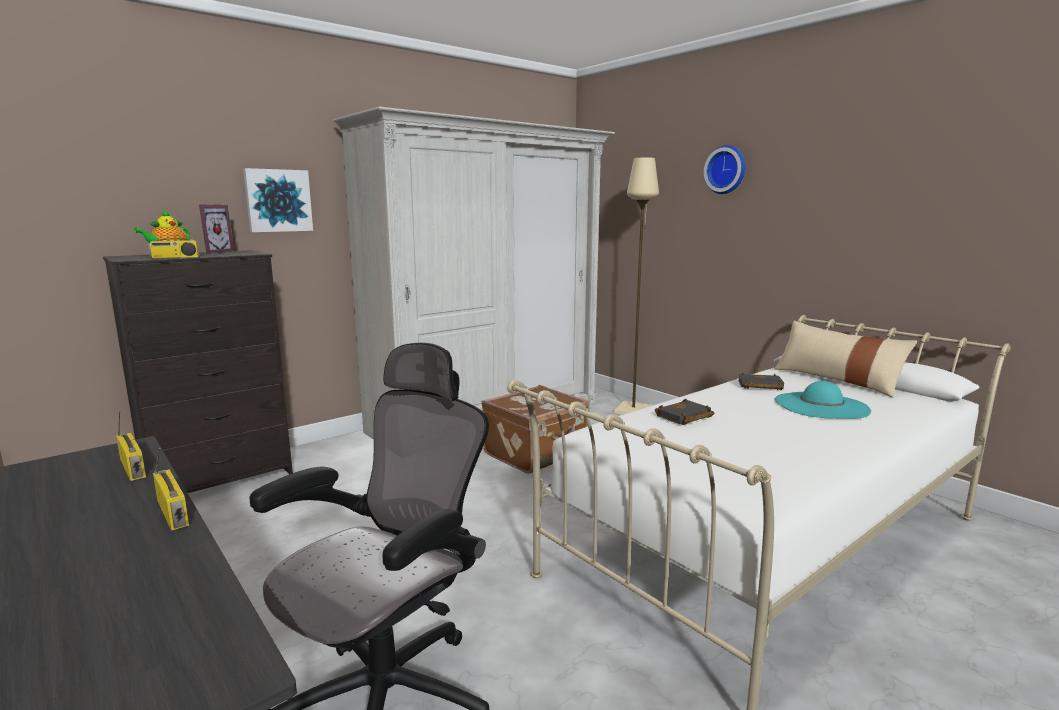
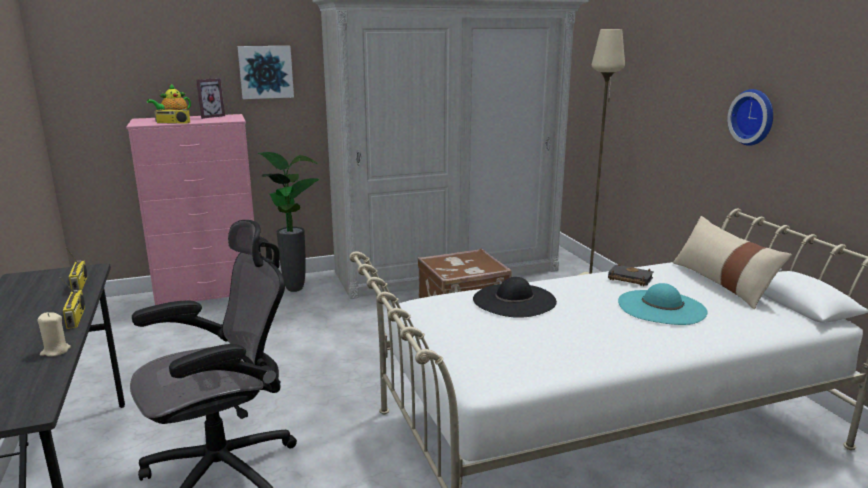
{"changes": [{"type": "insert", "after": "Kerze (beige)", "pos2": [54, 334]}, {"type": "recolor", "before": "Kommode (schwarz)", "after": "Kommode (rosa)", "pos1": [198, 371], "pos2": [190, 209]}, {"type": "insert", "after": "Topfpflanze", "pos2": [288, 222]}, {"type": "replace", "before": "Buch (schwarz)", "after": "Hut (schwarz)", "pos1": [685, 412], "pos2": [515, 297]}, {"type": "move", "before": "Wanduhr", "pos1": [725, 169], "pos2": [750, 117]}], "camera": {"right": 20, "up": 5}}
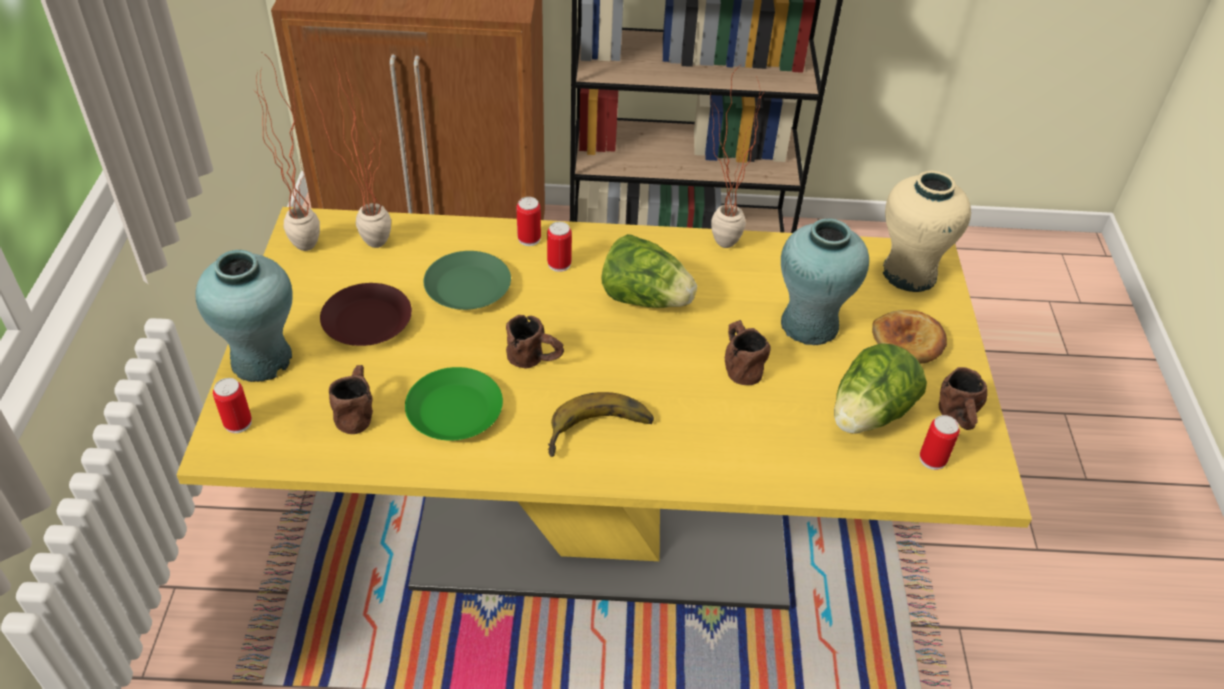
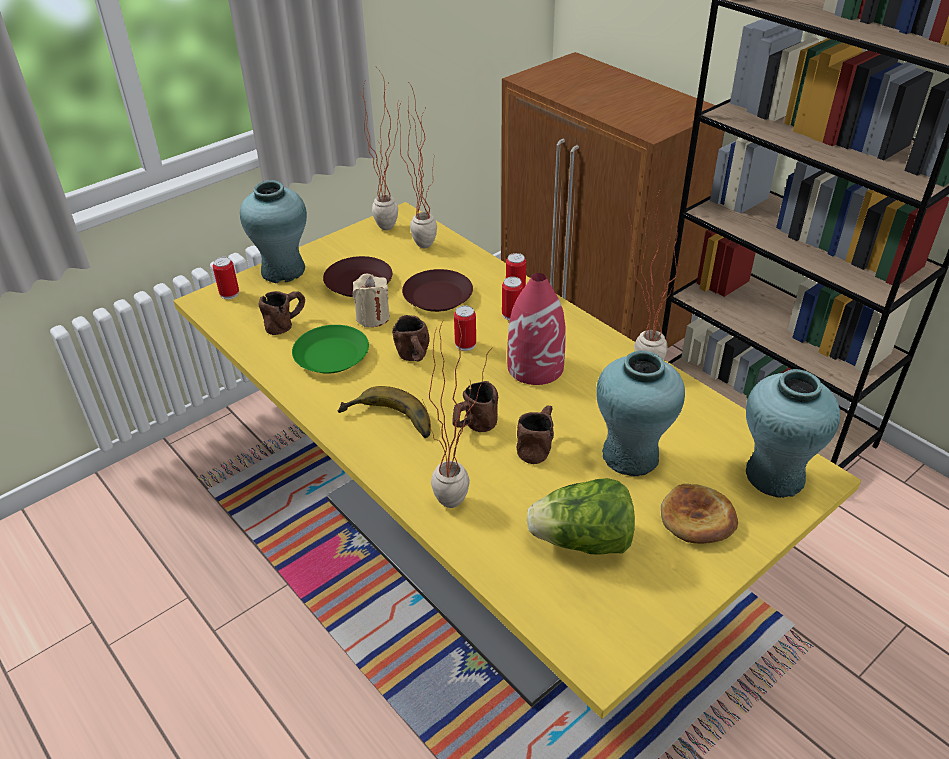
{"changes": [{"type": "insert", "after": "Kerze (beige)", "pos2": [371, 300]}, {"type": "recolor", "before": "Teller (grün)", "after": "Teller (braun)", "pos1": [467, 280], "pos2": [437, 290]}, {"type": "insert", "after": "Topfpflanze", "pos2": [457, 411]}, {"type": "move", "before": "Henkelbecher (braun)", "pos1": [963, 398], "pos2": [475, 406]}, {"type": "move", "before": "Dose", "pos1": [940, 442], "pos2": [465, 328]}, {"type": "replace", "before": "Salatkopf", "after": "Vase (rot)", "pos1": [649, 271], "pos2": [536, 329]}, {"type": "recolor", "before": "Vase (beige)", "after": "Vase (türkis)", "pos1": [926, 231], "pos2": [793, 433]}], "camera": {"right": 50, "up": -5}}
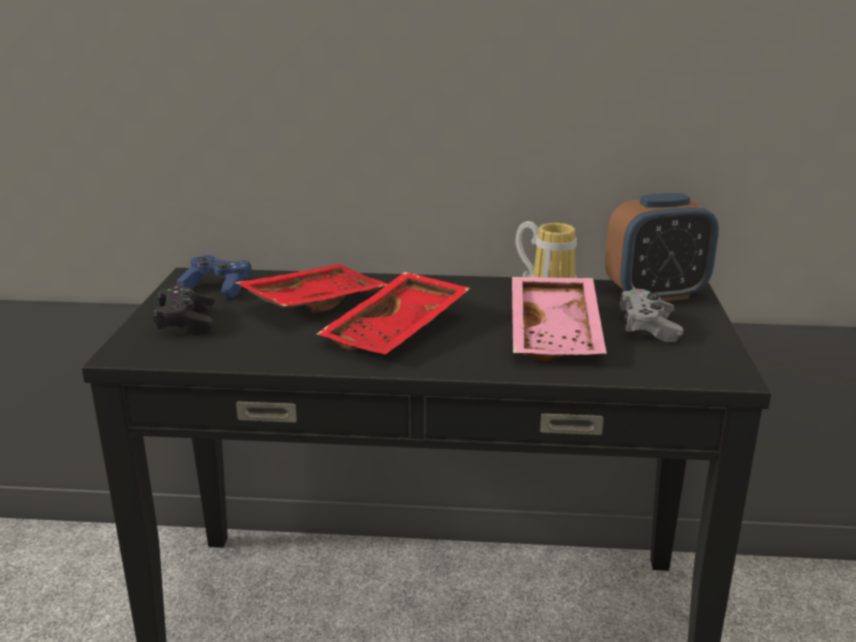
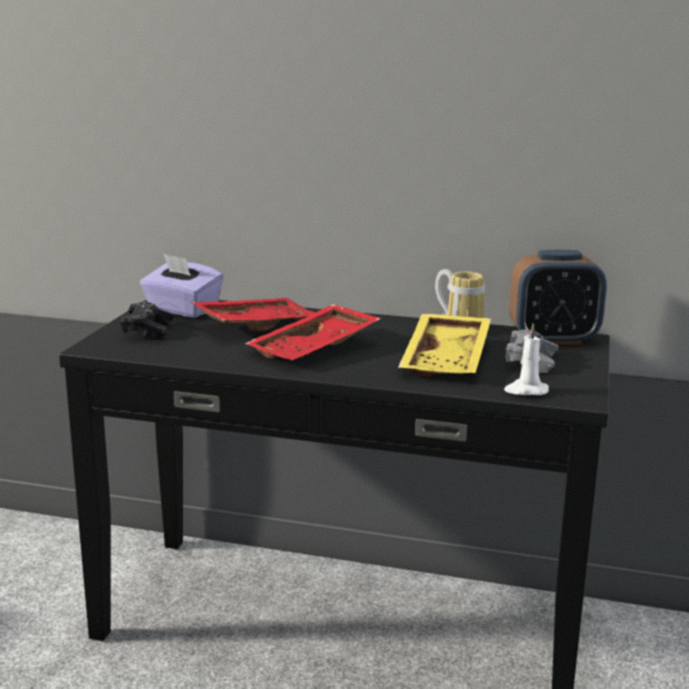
{"changes": [{"type": "replace", "before": "Gamepad (blau)", "after": "Taschentuchbox (lila)", "pos1": [214, 277], "pos2": [181, 285]}, {"type": "recolor", "before": "Tablett (rosa)", "after": "Tablett (gelb)", "pos1": [559, 319], "pos2": [444, 346]}, {"type": "insert", "after": "Kerze (weiß)", "pos2": [526, 359]}], "camera": {"right": 10, "up": -5}}
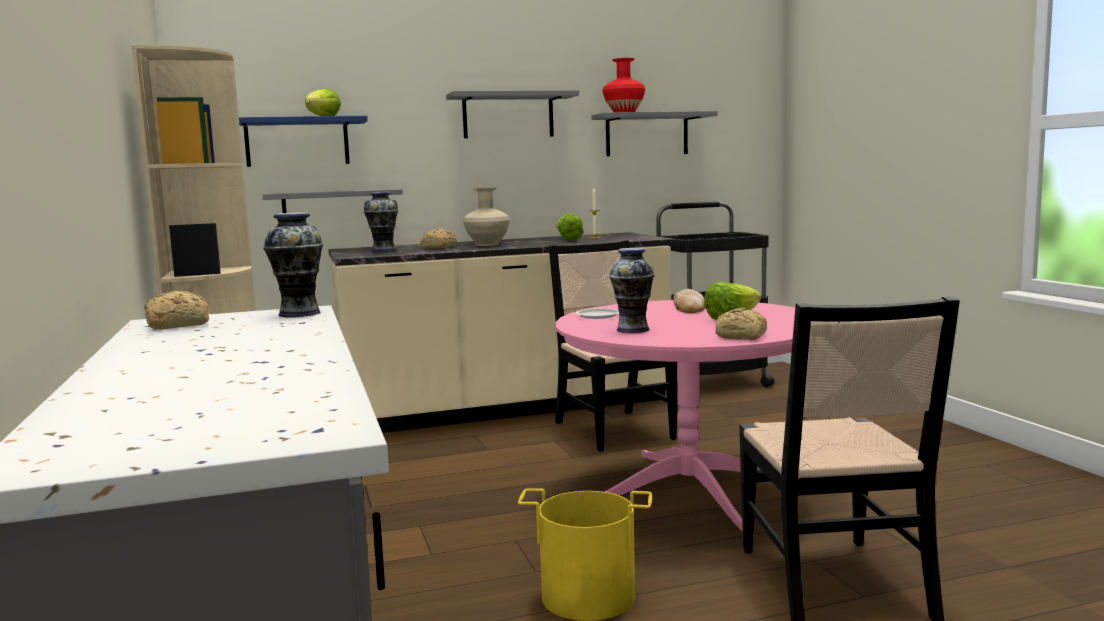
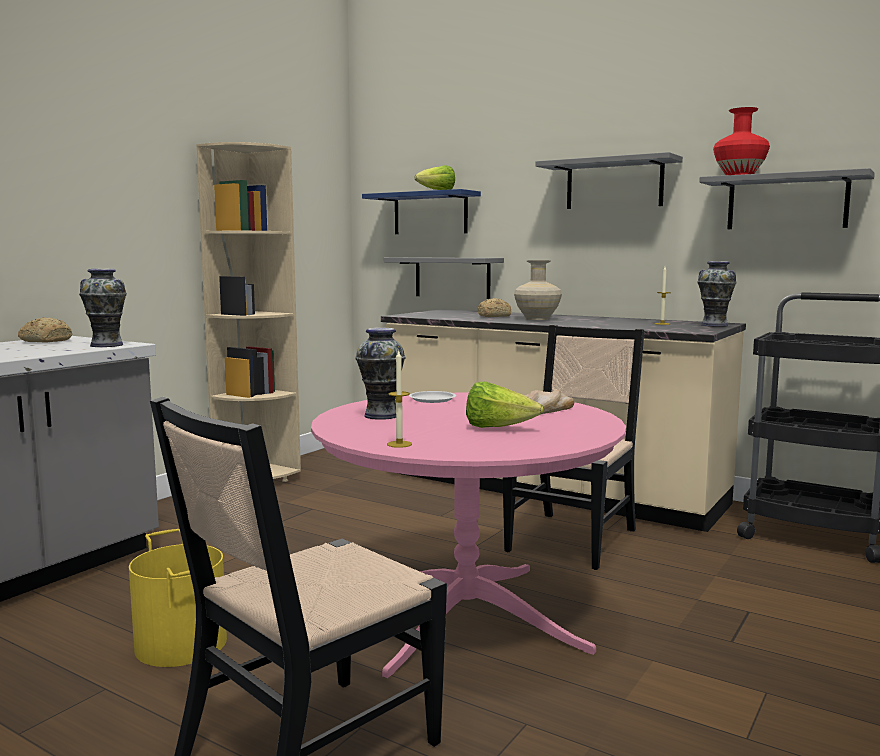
{"changes": [{"type": "replace", "before": "Brot", "after": "Kerze", "pos1": [741, 324], "pos2": [399, 399]}, {"type": "move", "before": "Vase", "pos1": [381, 222], "pos2": [716, 294]}, {"type": "delete", "before": "Salatkopf", "pos1": [569, 227]}], "camera": {"right": 50, "up": 0}}
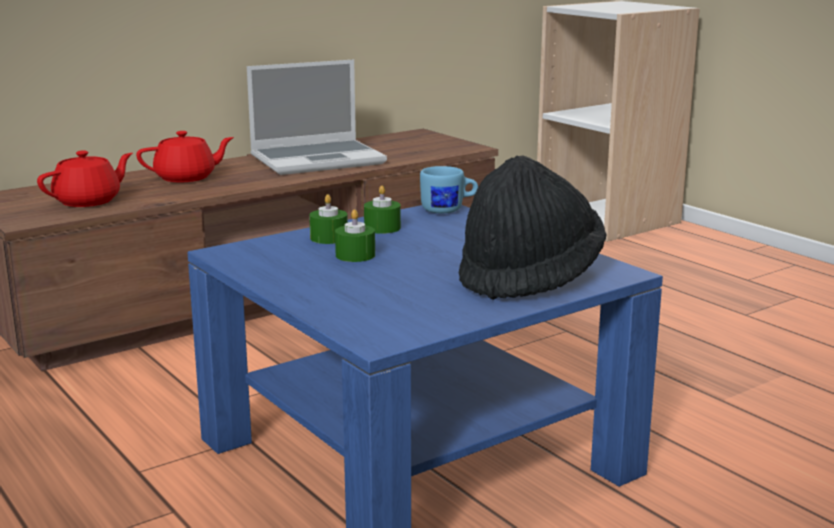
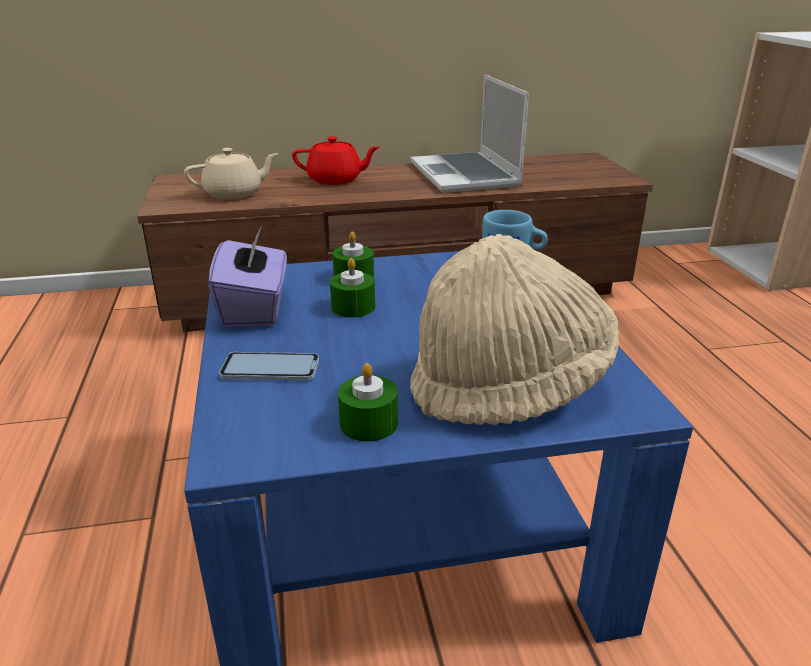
{"changes": [{"type": "recolor", "before": "Teekanne (rot)", "after": "Teekanne (beige)", "pos1": [85, 178], "pos2": [231, 173]}, {"type": "insert", "after": "Taschentuchbox (lila)", "pos2": [247, 276]}, {"type": "insert", "after": "Handy", "pos2": [269, 366]}, {"type": "move", "before": "Kerze (grün)", "pos1": [382, 209], "pos2": [368, 402]}, {"type": "recolor", "before": "Hut (schwarz)", "after": "Hut (beige)", "pos1": [532, 227], "pos2": [514, 329]}, {"type": "rotate", "before": "Laptop", "pos1": [317, 117], "pos2": [470, 133], "turn": 75}], "camera": {"right": 25, "up": 10}}
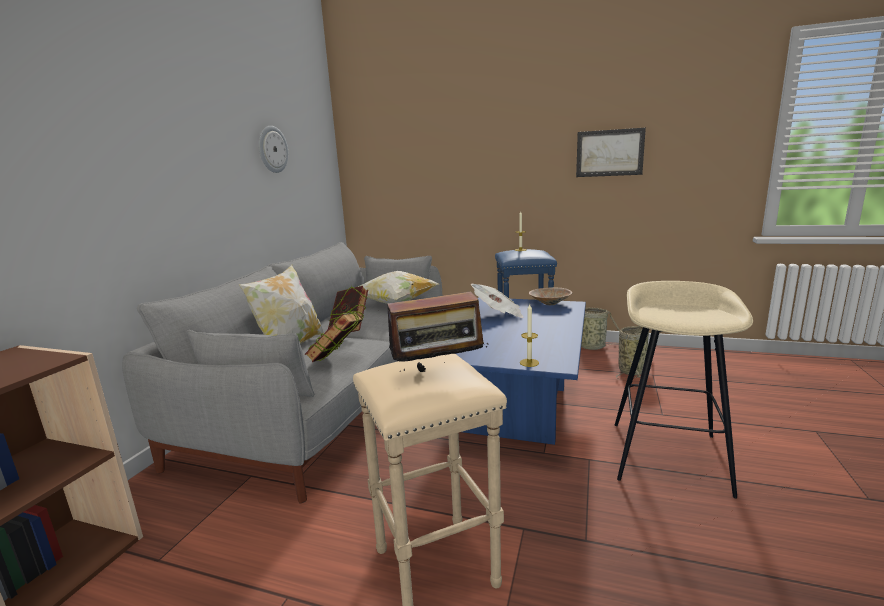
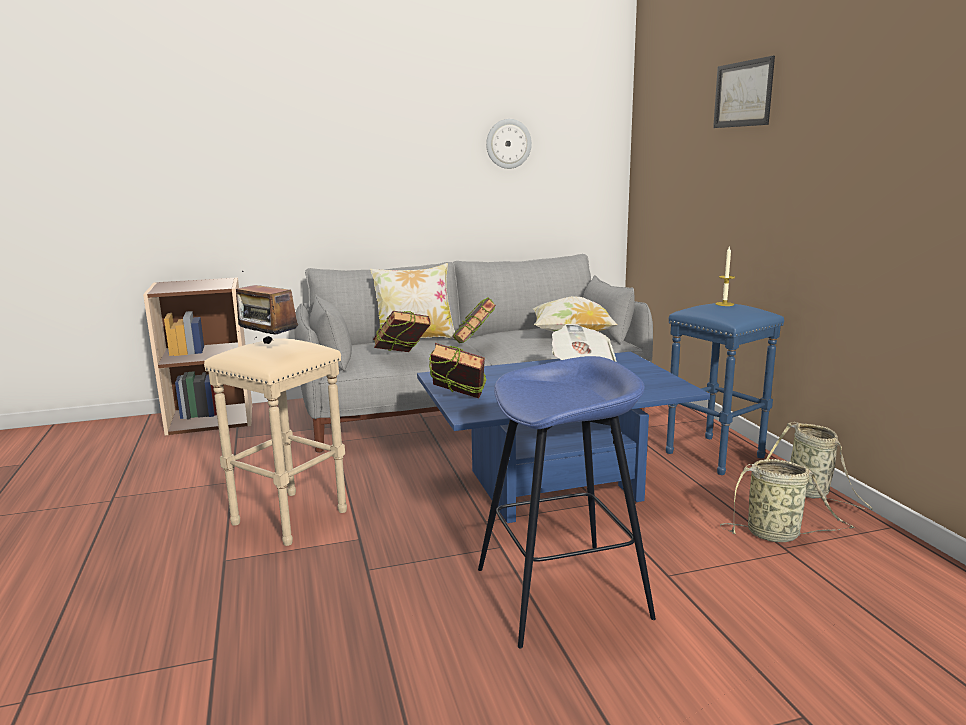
{"changes": [{"type": "replace", "before": "Kerze", "after": "Buch", "pos1": [529, 335], "pos2": [457, 371]}, {"type": "recolor", "before": "Hocker (beige)", "after": "Hocker (blau)", "pos1": [684, 390], "pos2": [567, 502]}, {"type": "move", "before": "Bild", "pos1": [611, 152], "pos2": [744, 92]}, {"type": "delete", "before": "Schüssel (beige)", "pos1": [550, 296]}], "camera": {"right": 55, "up": 0}}
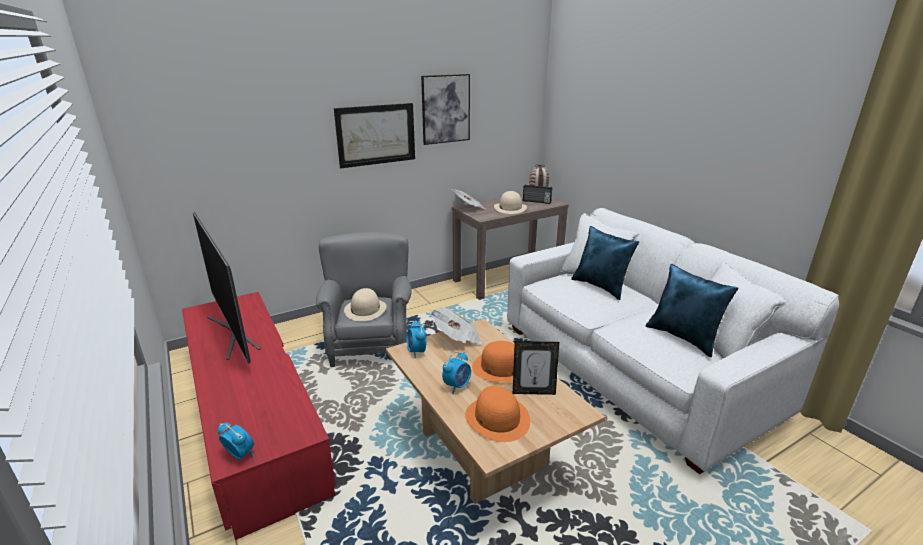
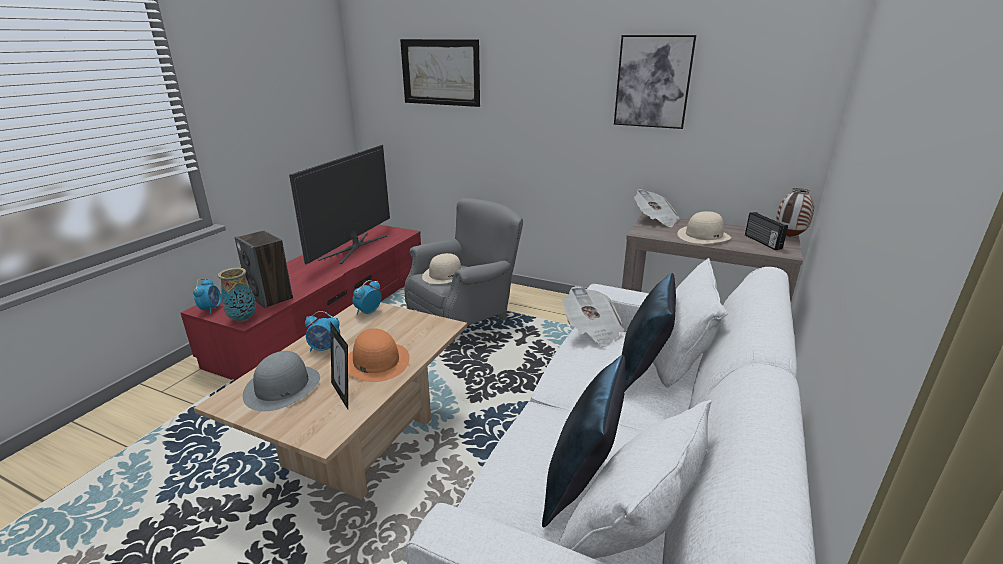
{"changes": [{"type": "insert", "after": "Vase", "pos2": [237, 295]}, {"type": "insert", "after": "Lautsprecher", "pos2": [264, 269]}, {"type": "recolor", "before": "Hut (orange)", "after": "Hut (grau)", "pos1": [497, 414], "pos2": [281, 381]}, {"type": "move", "before": "Bild", "pos1": [374, 135], "pos2": [440, 73]}, {"type": "move", "before": "Zeitung", "pos1": [456, 326], "pos2": [593, 316]}], "camera": {"right": 55, "up": 0}}
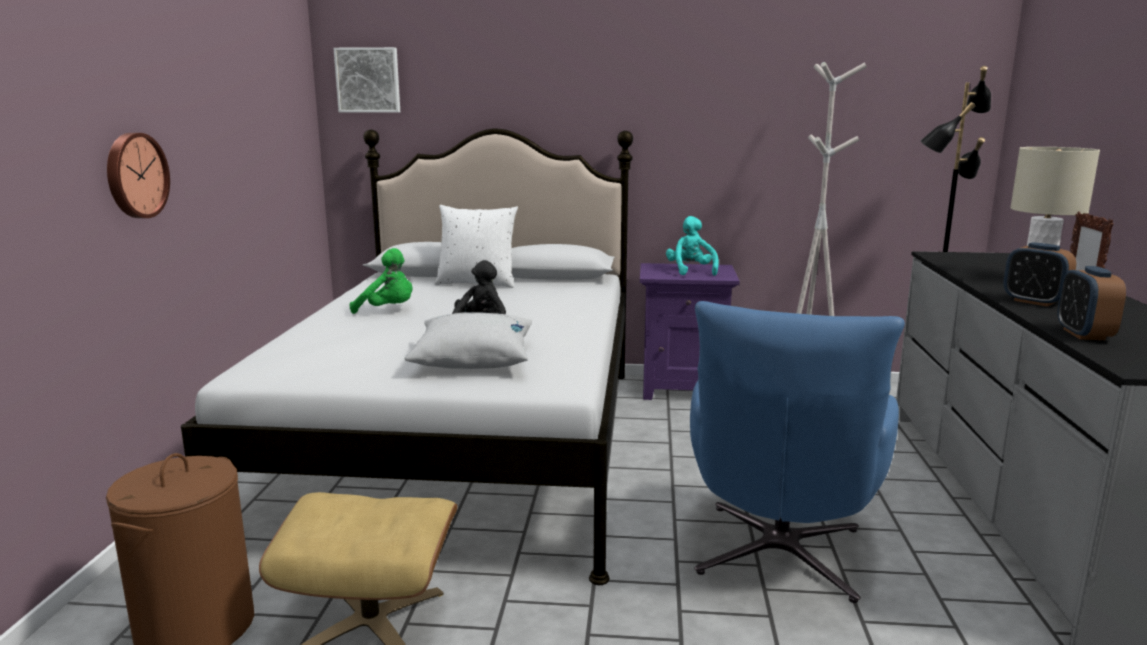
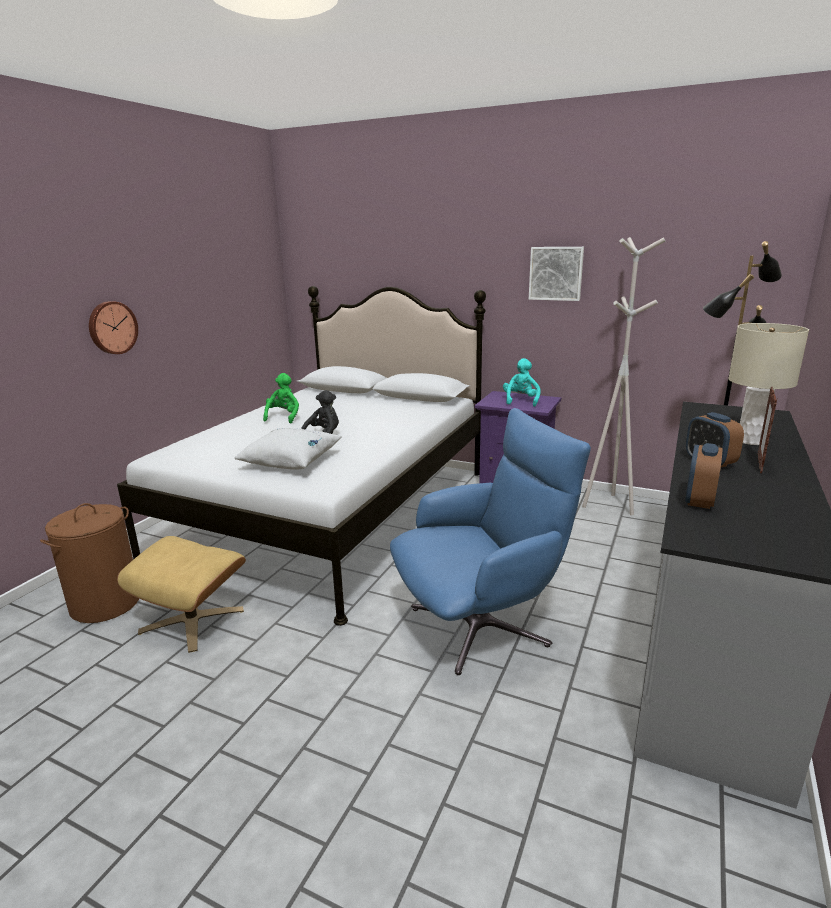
{"changes": [{"type": "rotate", "before": "Plüschtier (grün)", "pos1": [381, 281], "pos2": [281, 398], "turn": -120}, {"type": "rotate", "before": "Sessel (blau)", "pos1": [797, 452], "pos2": [490, 541], "turn": -150}, {"type": "move", "before": "Bild", "pos1": [366, 80], "pos2": [556, 274]}, {"type": "delete", "before": "Kissen (weiß)", "pos1": [476, 246]}], "camera": {"right": 20, "up": 5}}
